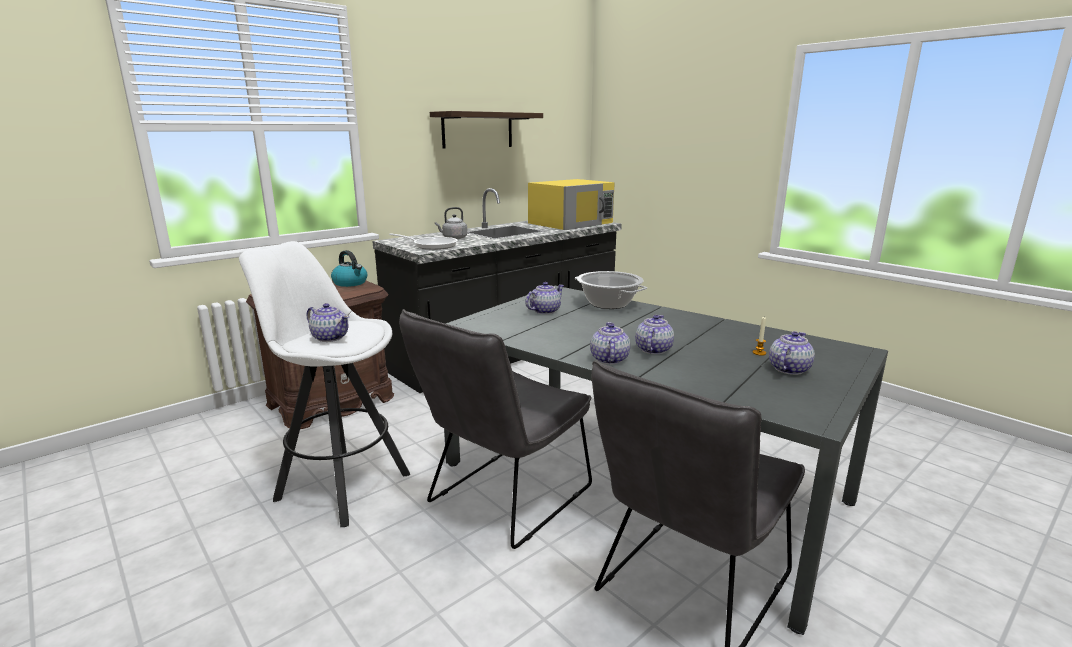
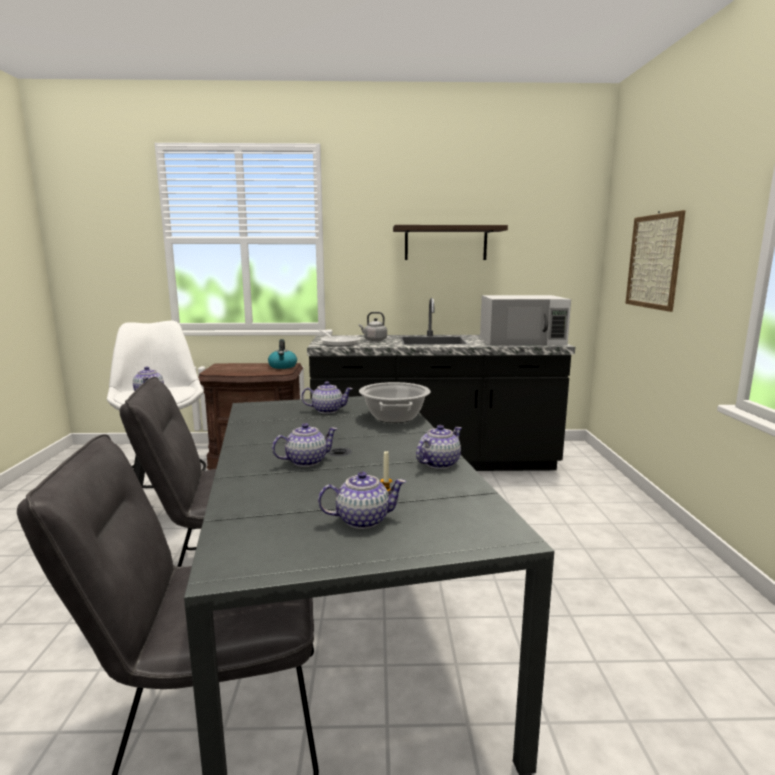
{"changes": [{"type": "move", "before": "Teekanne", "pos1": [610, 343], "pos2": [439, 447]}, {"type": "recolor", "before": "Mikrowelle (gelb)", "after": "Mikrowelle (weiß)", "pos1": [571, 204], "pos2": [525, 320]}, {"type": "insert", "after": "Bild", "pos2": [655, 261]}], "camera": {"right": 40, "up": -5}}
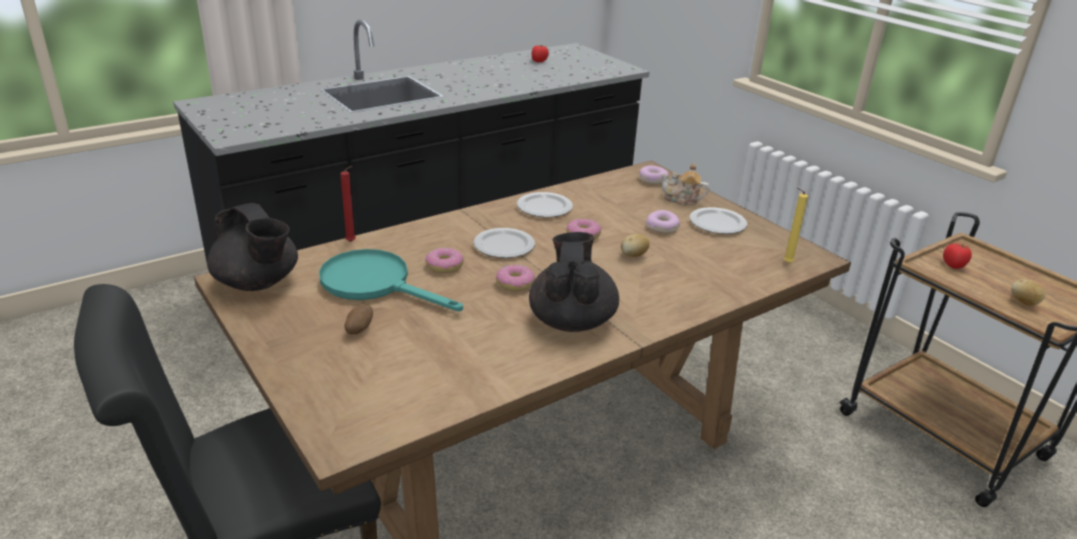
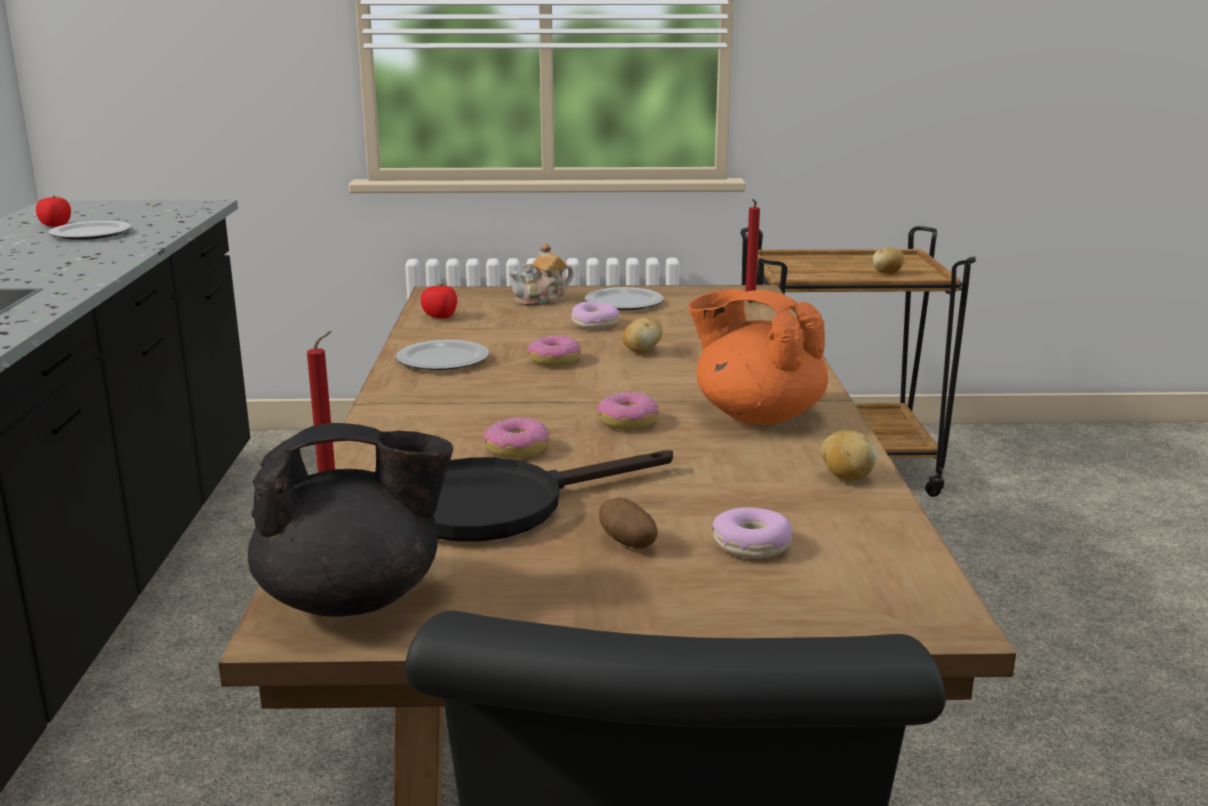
{"changes": [{"type": "move", "before": "Teller", "pos1": [504, 243], "pos2": [90, 230]}, {"type": "move", "before": "Tomate", "pos1": [957, 256], "pos2": [439, 300]}, {"type": "recolor", "before": "Pfanne (türkis)", "after": "Pfanne (schwarz)", "pos1": [391, 280], "pos2": [553, 495]}, {"type": "recolor", "before": "Teekanne (schwarz)", "after": "Teekanne (orange)", "pos1": [574, 282], "pos2": [758, 357]}, {"type": "move", "before": "Donut", "pos1": [654, 174], "pos2": [752, 532]}, {"type": "recolor", "before": "Kerze (gelb)", "after": "Kerze (rot)", "pos1": [796, 225], "pos2": [752, 251]}, {"type": "insert", "after": "Kartoffel", "pos2": [849, 455]}], "camera": {"right": -55, "up": -10}}
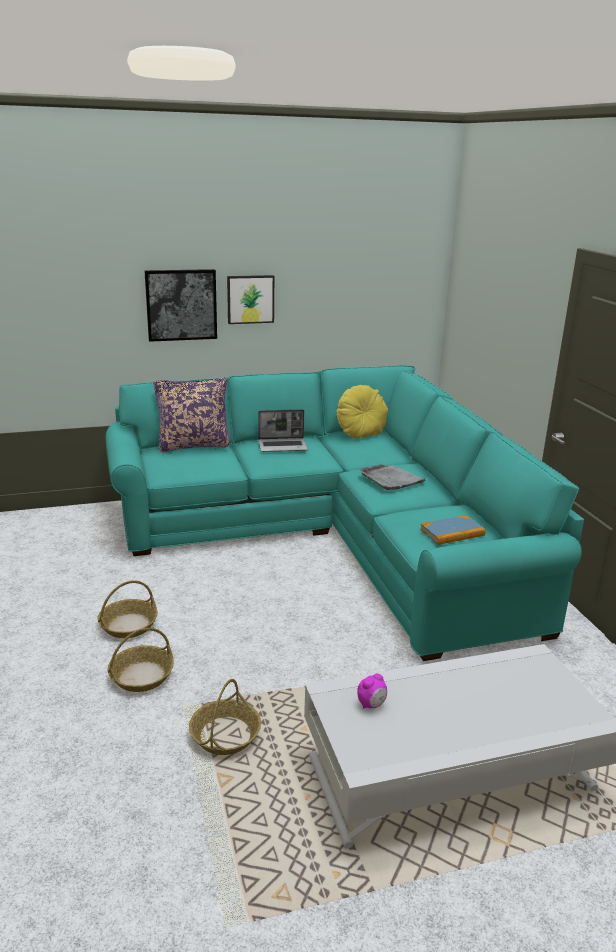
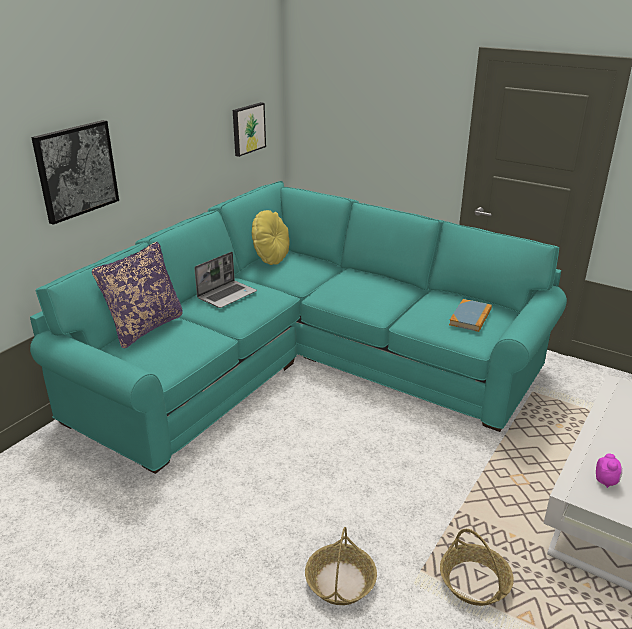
{"changes": [{"type": "move", "before": "Bild", "pos1": [250, 299], "pos2": [249, 129]}, {"type": "delete", "before": "Korb", "pos1": [127, 609]}, {"type": "delete", "before": "Tablett (grau)", "pos1": [393, 477]}], "camera": {"right": -40, "up": 5}}
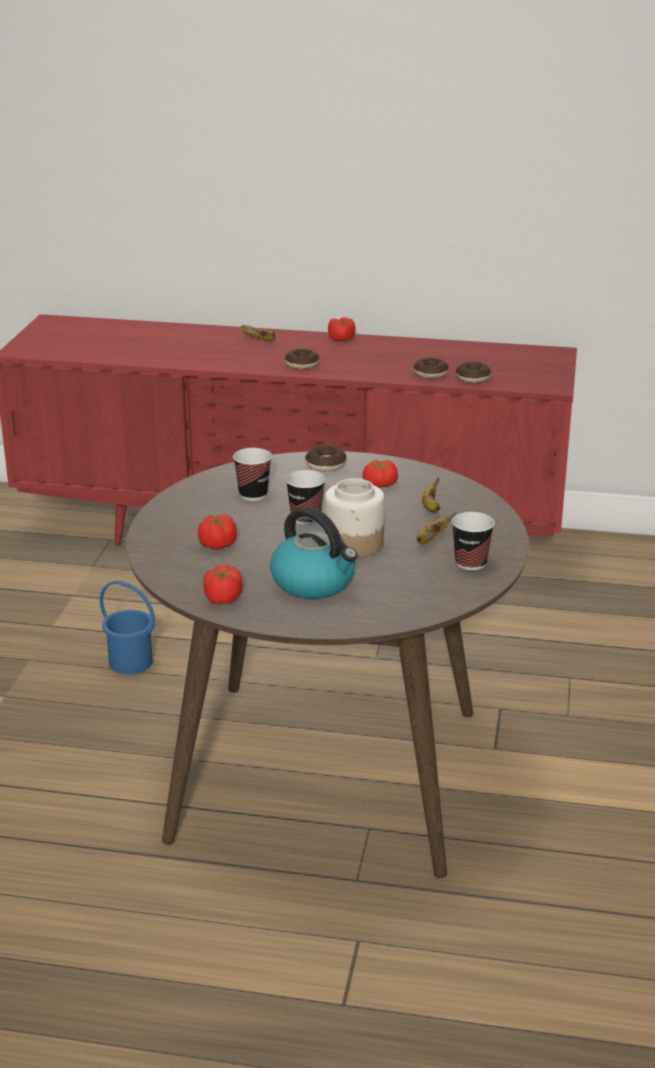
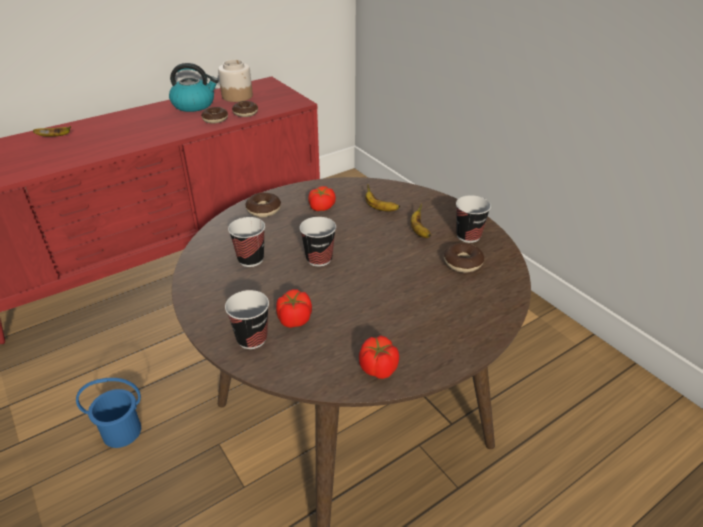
{"changes": [{"type": "move", "before": "Wasserkessel", "pos1": [313, 553], "pos2": [194, 87]}, {"type": "move", "before": "Vorratsglas", "pos1": [355, 518], "pos2": [235, 81]}, {"type": "insert", "after": "Tasse", "pos2": [247, 319]}, {"type": "move", "before": "Donut", "pos1": [302, 359], "pos2": [464, 258]}, {"type": "delete", "before": "Tomate", "pos1": [342, 329]}], "camera": {"right": -45, "up": 10}}
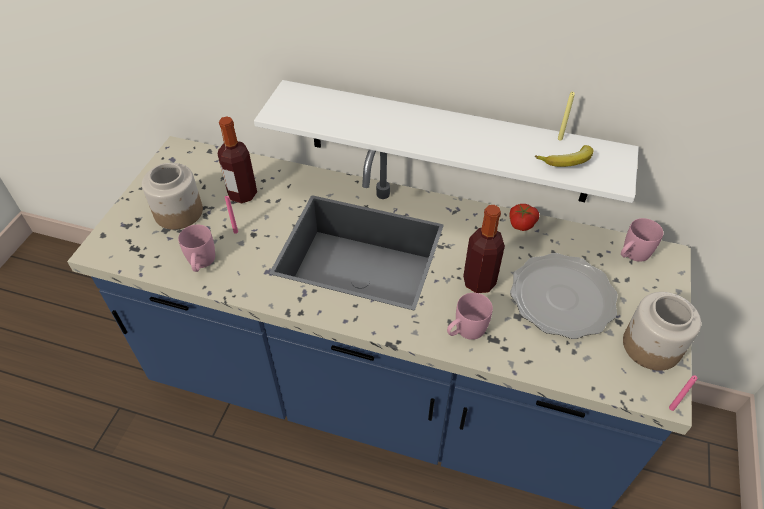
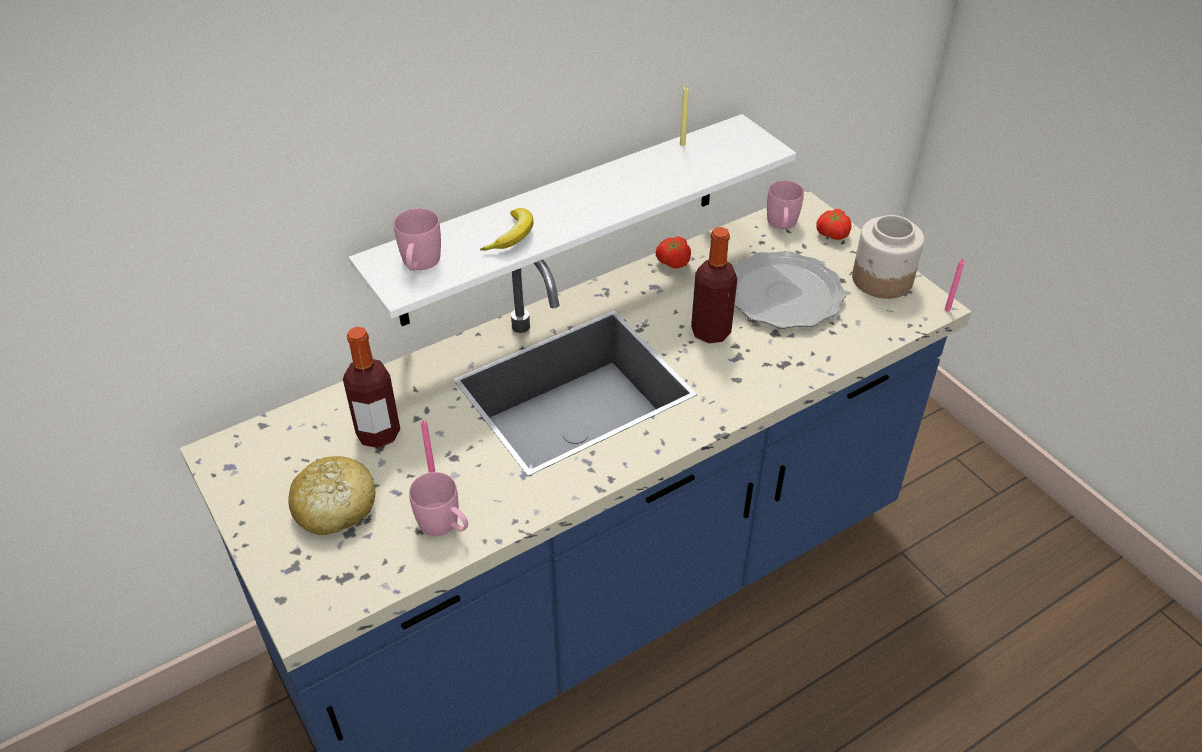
{"changes": [{"type": "replace", "before": "Vorratsglas", "after": "Brot", "pos1": [172, 196], "pos2": [331, 495]}, {"type": "move", "before": "Henkelbecher (rosa)", "pos1": [470, 316], "pos2": [417, 239]}, {"type": "move", "before": "Banane", "pos1": [564, 156], "pos2": [507, 229]}, {"type": "insert", "after": "Tomate", "pos2": [833, 224]}], "camera": {"right": -50, "up": -5}}
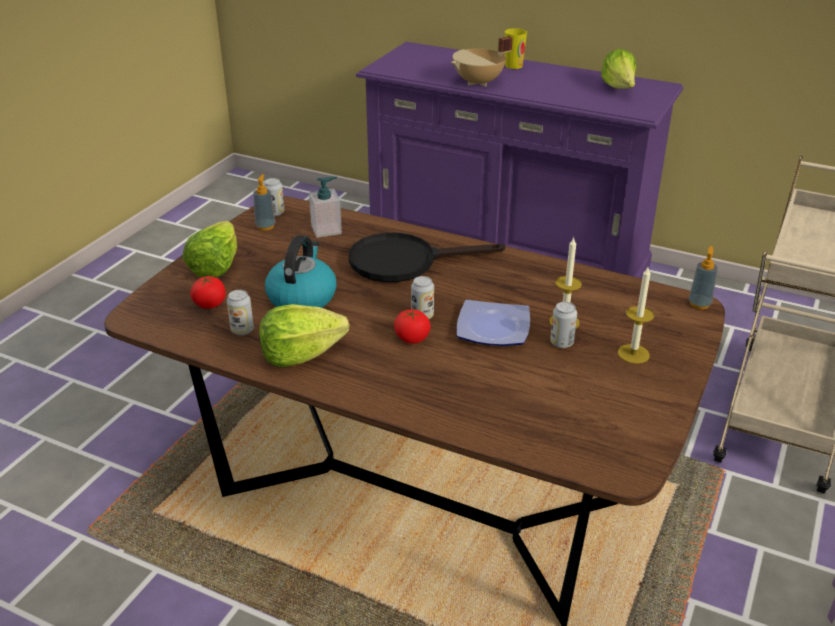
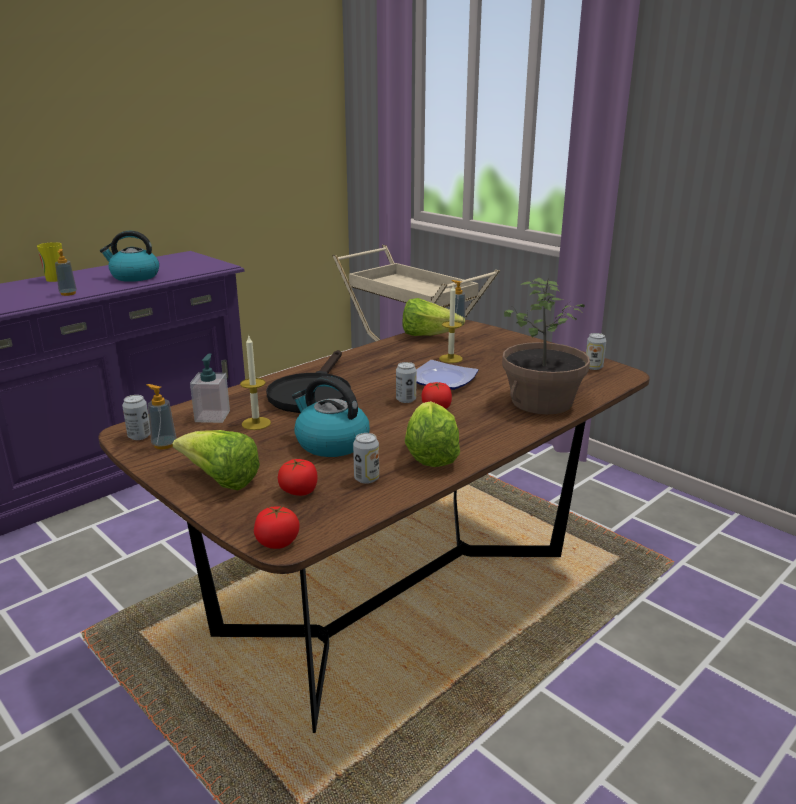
{"changes": [{"type": "replace", "before": "Kochtopf (beige)", "after": "Seifenspender", "pos1": [481, 61], "pos2": [66, 272]}, {"type": "insert", "after": "Wasserkessel", "pos2": [129, 256]}, {"type": "move", "before": "Kerze", "pos1": [636, 315], "pos2": [255, 383]}, {"type": "insert", "after": "Tomate", "pos2": [276, 527]}, {"type": "move", "before": "Salatkopf", "pos1": [618, 69], "pos2": [433, 317]}, {"type": "insert", "after": "Topfpflanze", "pos2": [546, 346]}, {"type": "move", "before": "Dose", "pos1": [563, 325], "pos2": [596, 351]}], "camera": {"right": -70, "up": -10}}
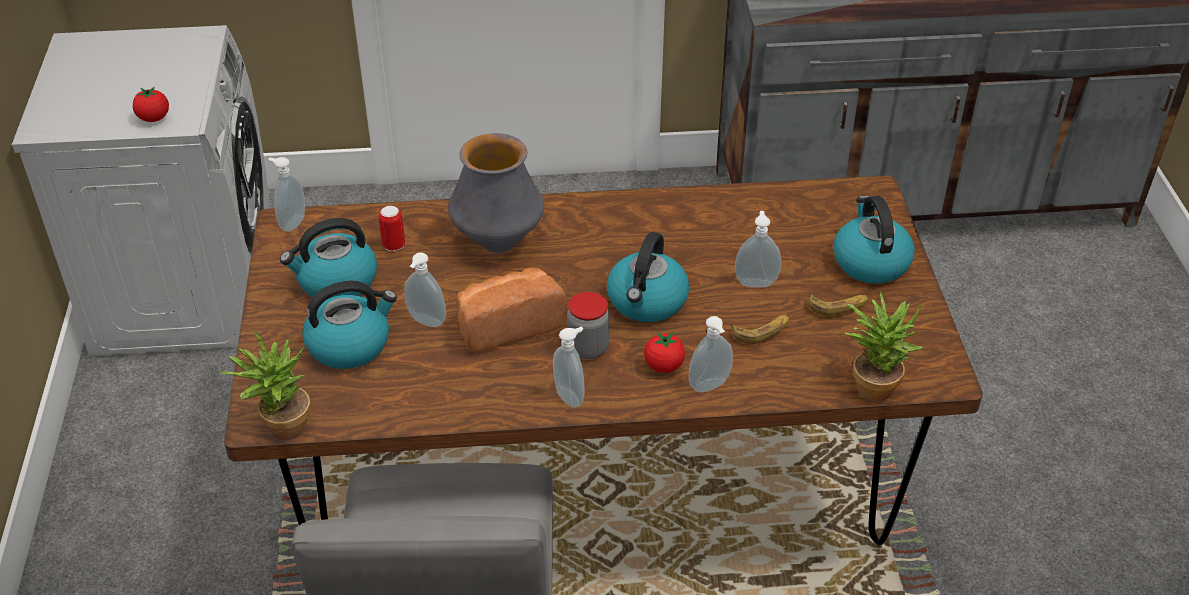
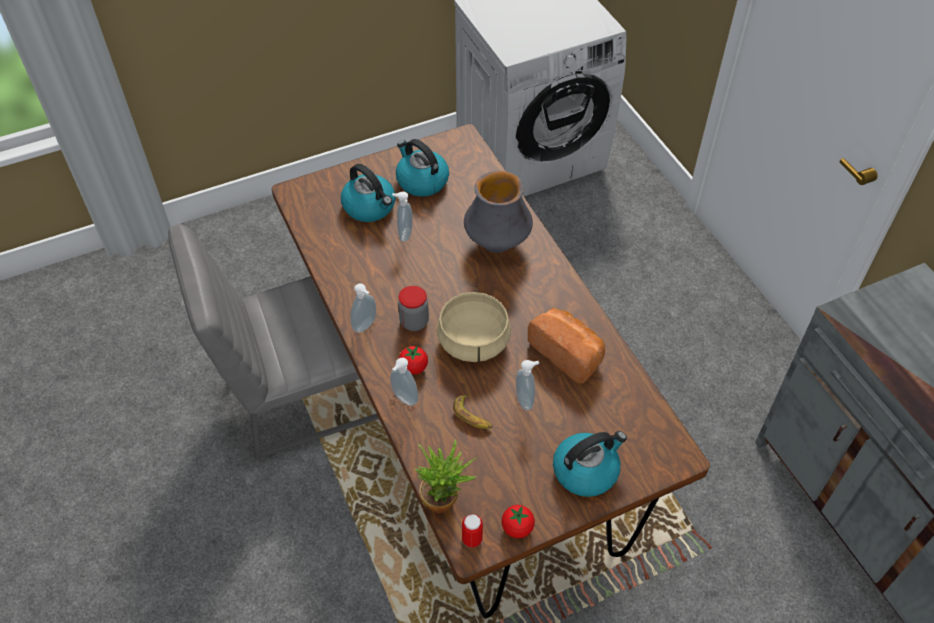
{"changes": [{"type": "replace", "before": "Wasserkessel", "after": "Kochtopf (beige)", "pos1": [648, 277], "pos2": [474, 326]}, {"type": "move", "before": "Dose", "pos1": [391, 228], "pos2": [472, 531]}, {"type": "move", "before": "Tomate", "pos1": [151, 104], "pos2": [518, 521]}, {"type": "move", "before": "Brot", "pos1": [512, 310], "pos2": [566, 345]}, {"type": "delete", "before": "Topfpflanze", "pos1": [265, 385]}, {"type": "delete", "before": "Seifenspender", "pos1": [286, 194]}, {"type": "delete", "before": "Banane", "pos1": [838, 304]}], "camera": {"right": 70, "up": 10}}
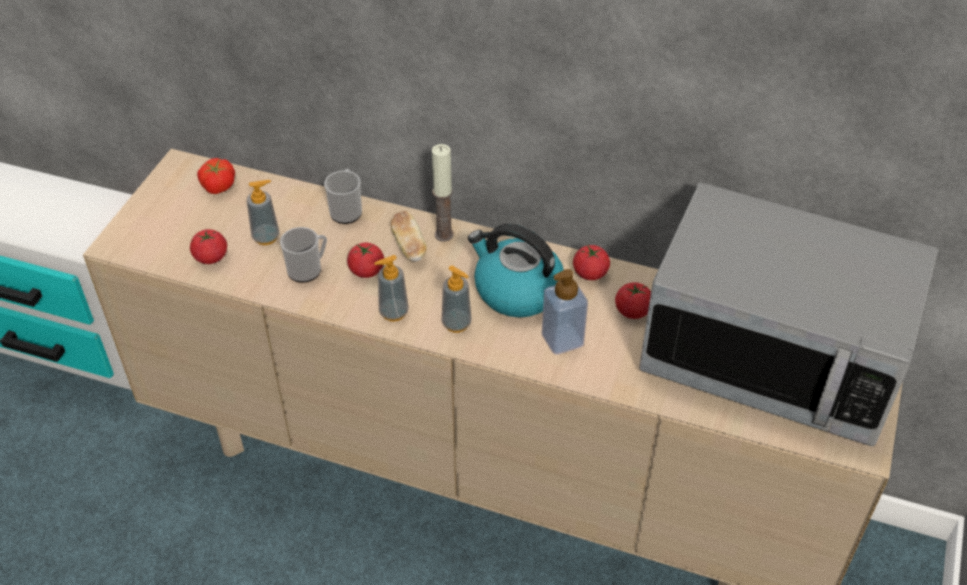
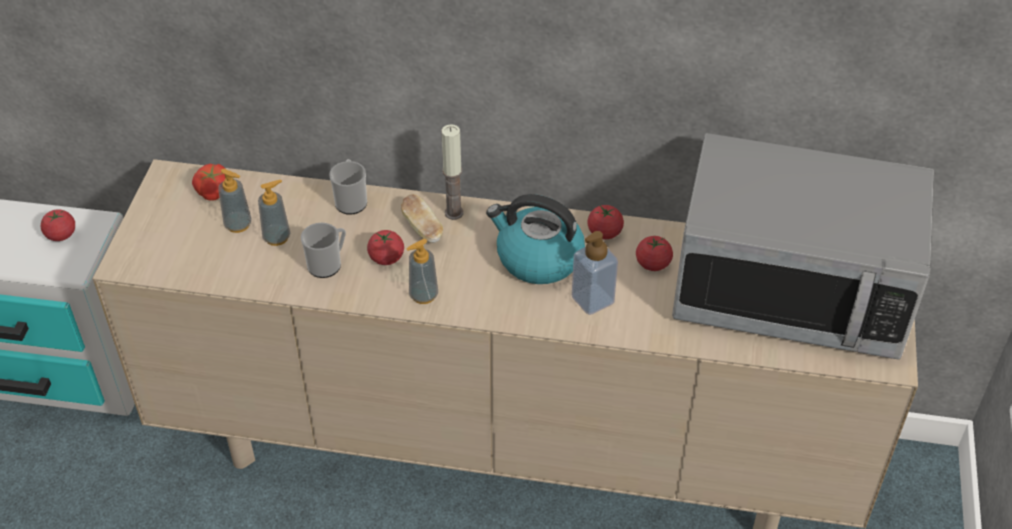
{"changes": [{"type": "move", "before": "Tomate", "pos1": [208, 246], "pos2": [58, 225]}, {"type": "move", "before": "Seifenspender", "pos1": [456, 299], "pos2": [234, 201]}], "camera": {"right": -10, "up": 0}}
